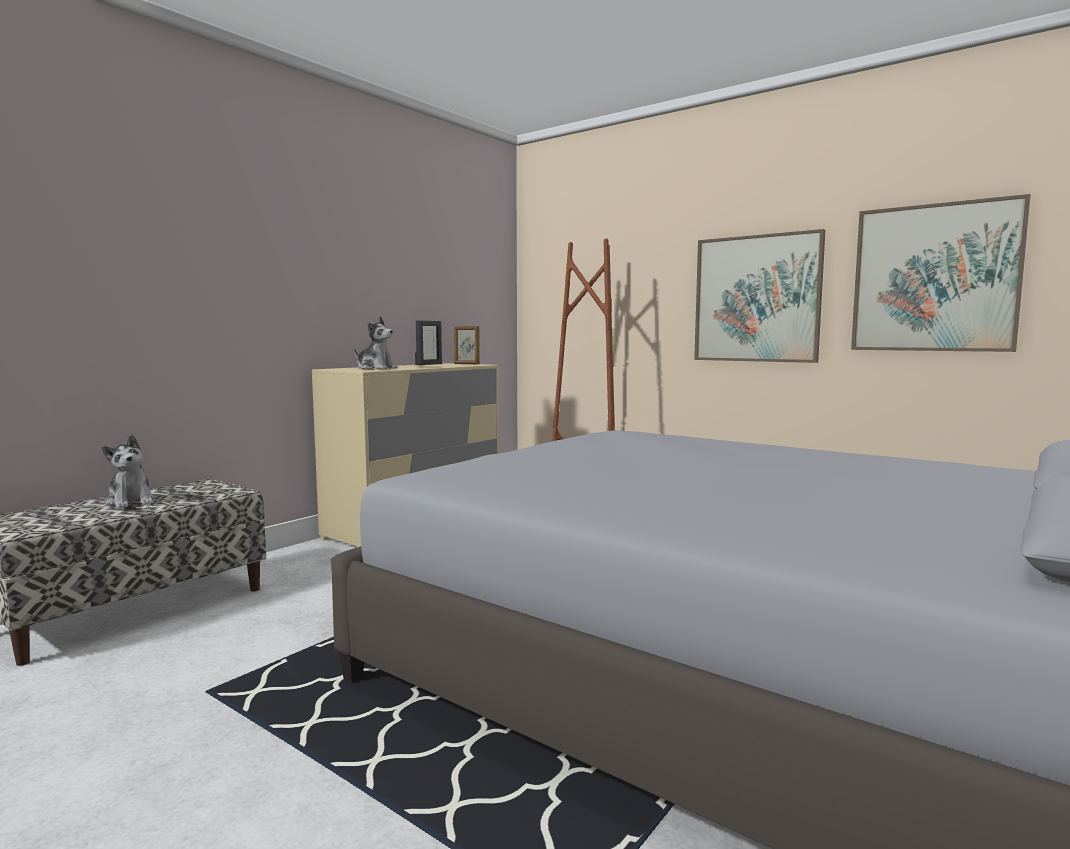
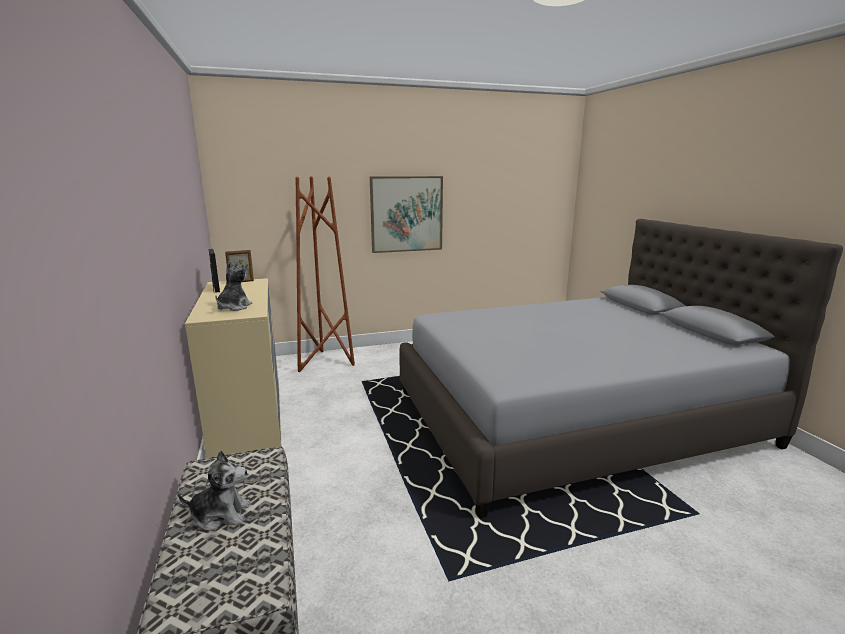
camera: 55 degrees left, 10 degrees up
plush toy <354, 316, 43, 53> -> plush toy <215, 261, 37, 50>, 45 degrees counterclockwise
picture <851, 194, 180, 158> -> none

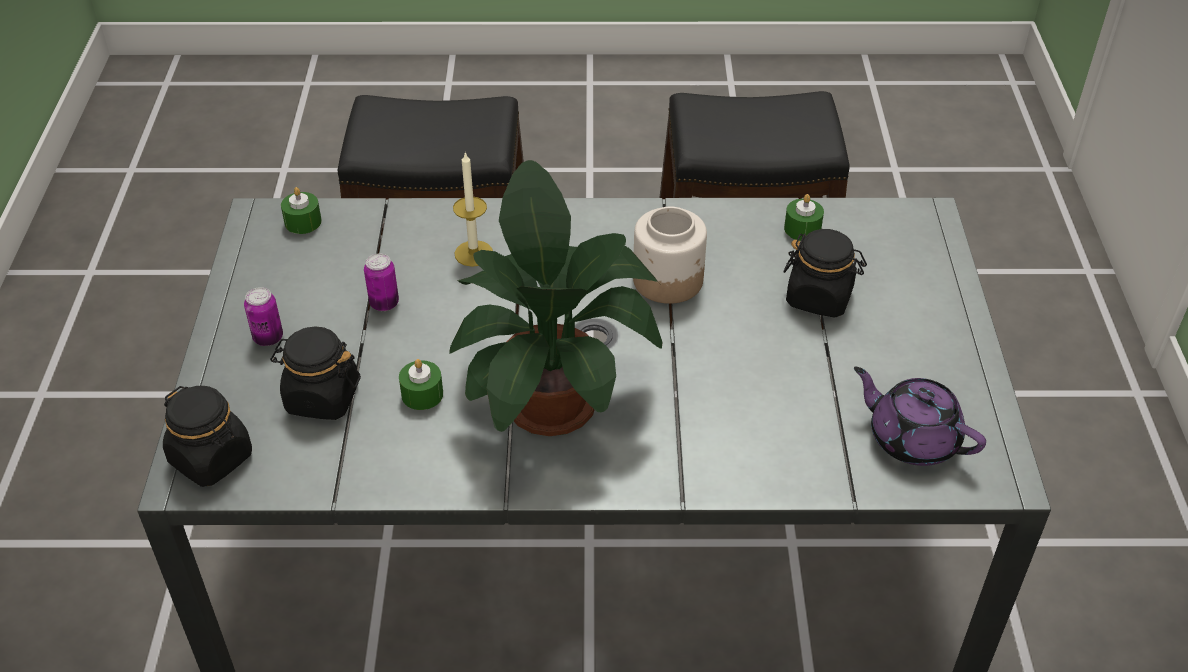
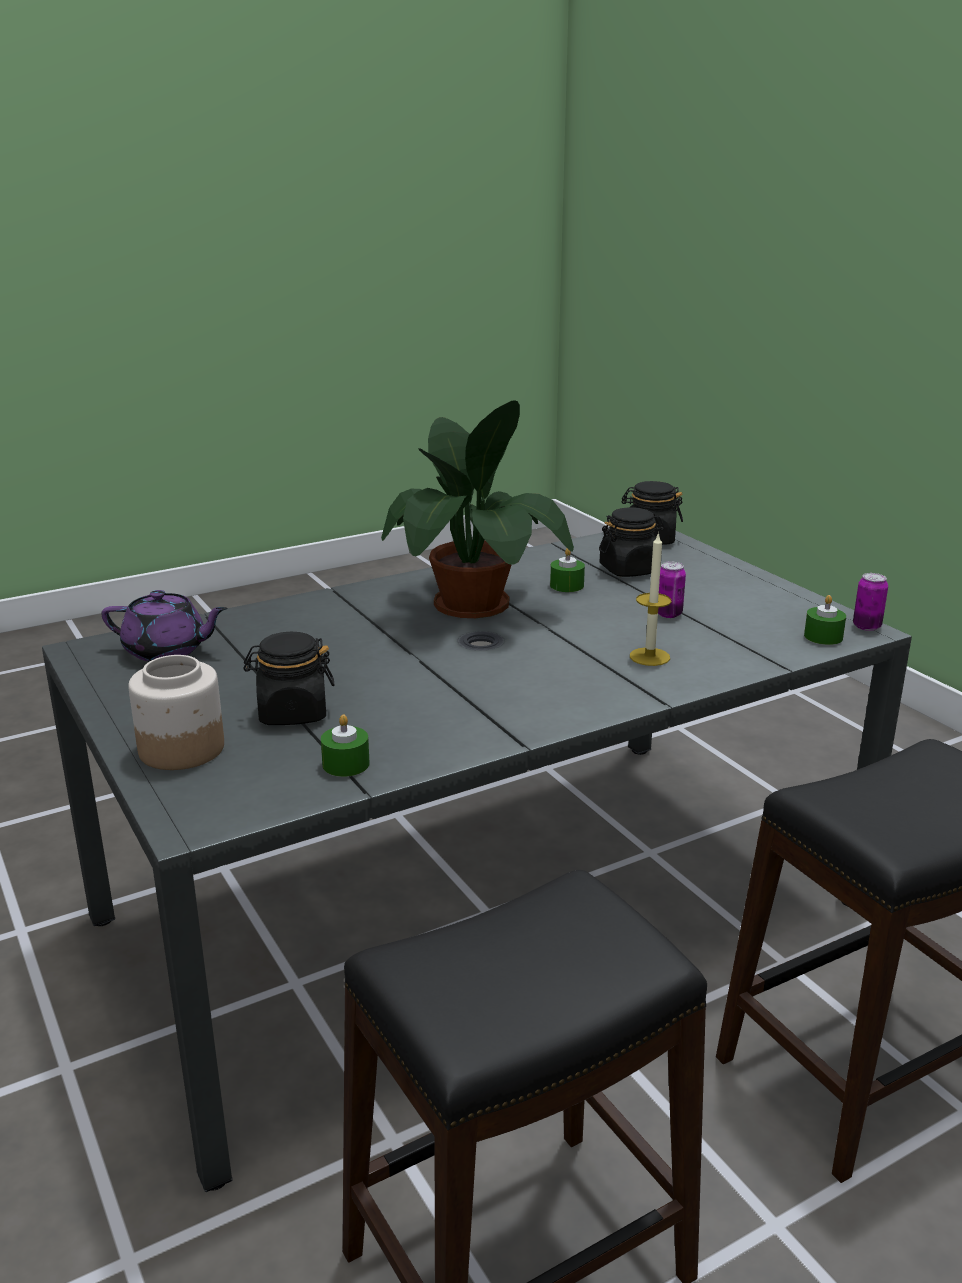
camera: 150 degrees right, 20 degrees down
can <244, 287, 39, 59> -> can <853, 573, 35, 58>, relocated
jar <633, 206, 74, 98> -> jar <128, 655, 96, 115>, relocated

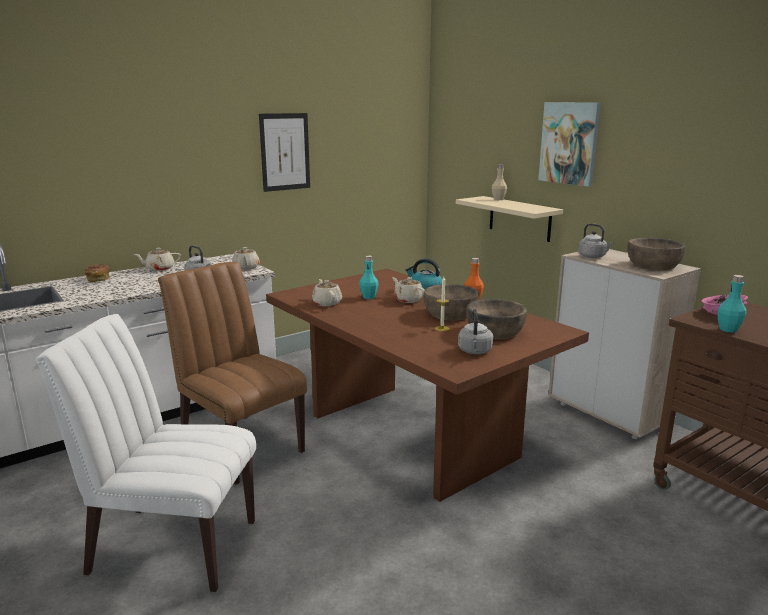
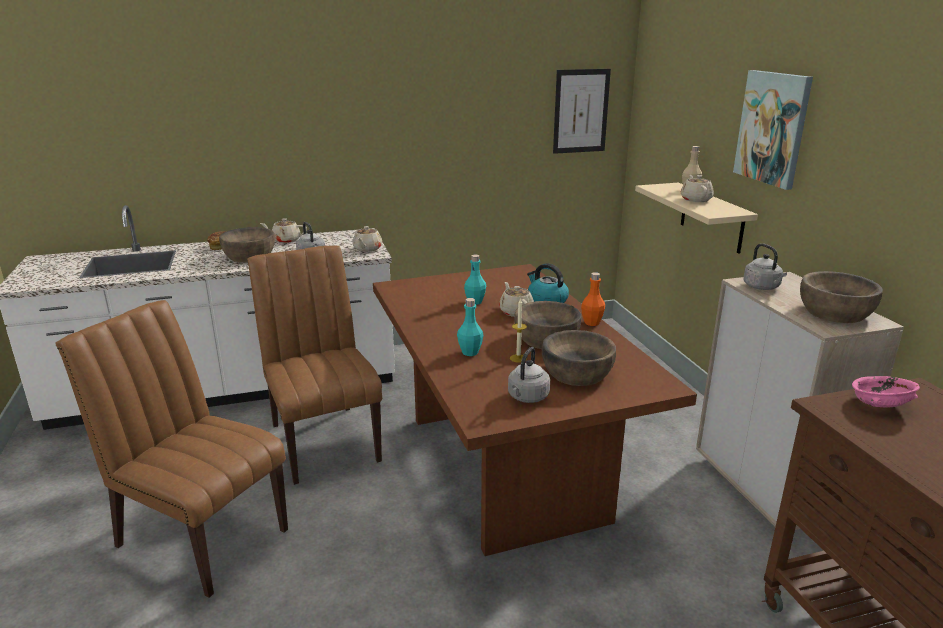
camera: 20 degrees right, 5 degrees up
white chair <36, 314, 220, 278> -> brown chair <56, 300, 232, 298>
picture <259, 113, 51, 79> -> picture <553, 69, 58, 85>, relocated
beige teapot <312, 279, 30, 27> -> beige teapot <681, 175, 33, 27>, relocated
turquoise bottle <718, 275, 28, 58> -> turquoise bottle <457, 298, 27, 58>, relocated
none -> brown bowl <219, 227, 56, 35>

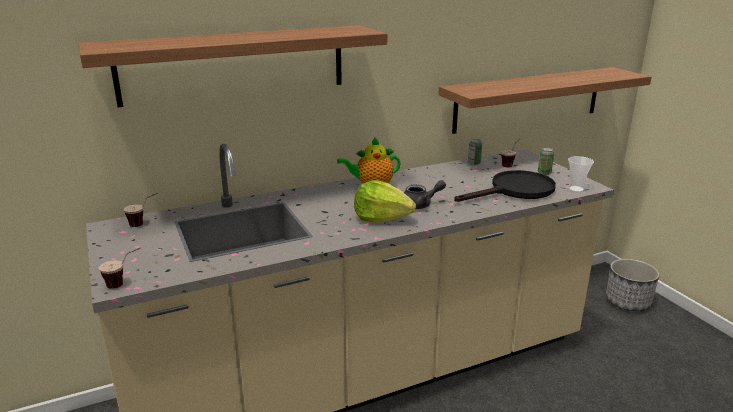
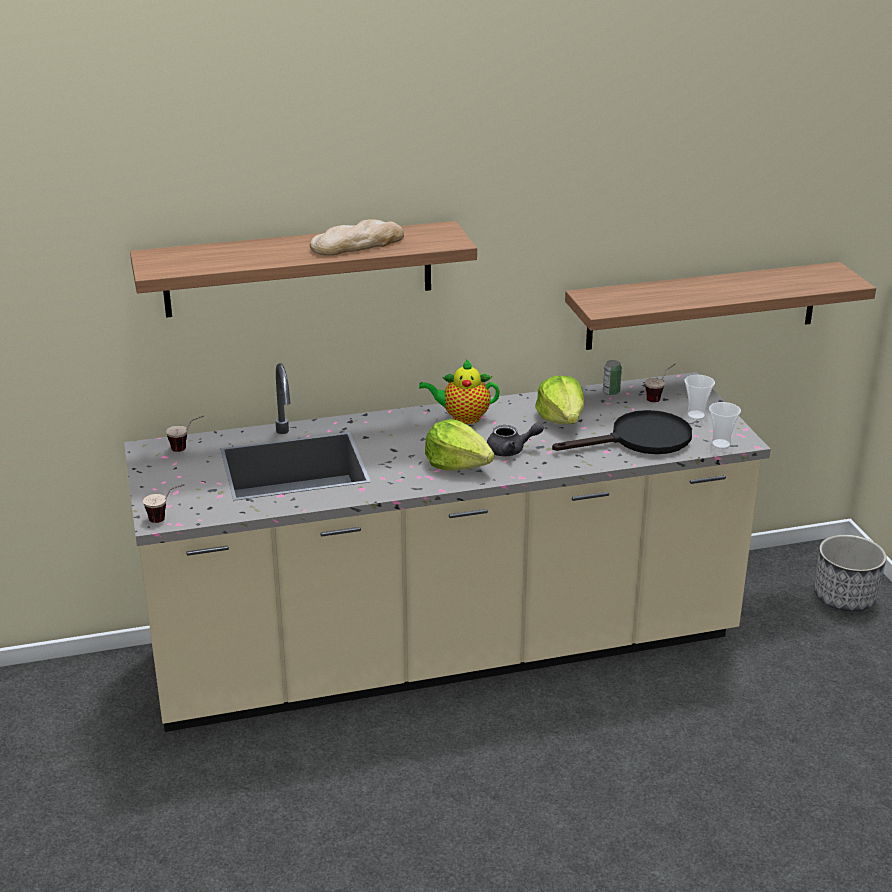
camera: 10 degrees right, 5 degrees up
can <538, 148, 16, 27> -> cup <685, 375, 30, 45>
none -> bread <310, 219, 94, 37>
none -> lettuce <535, 376, 50, 48>

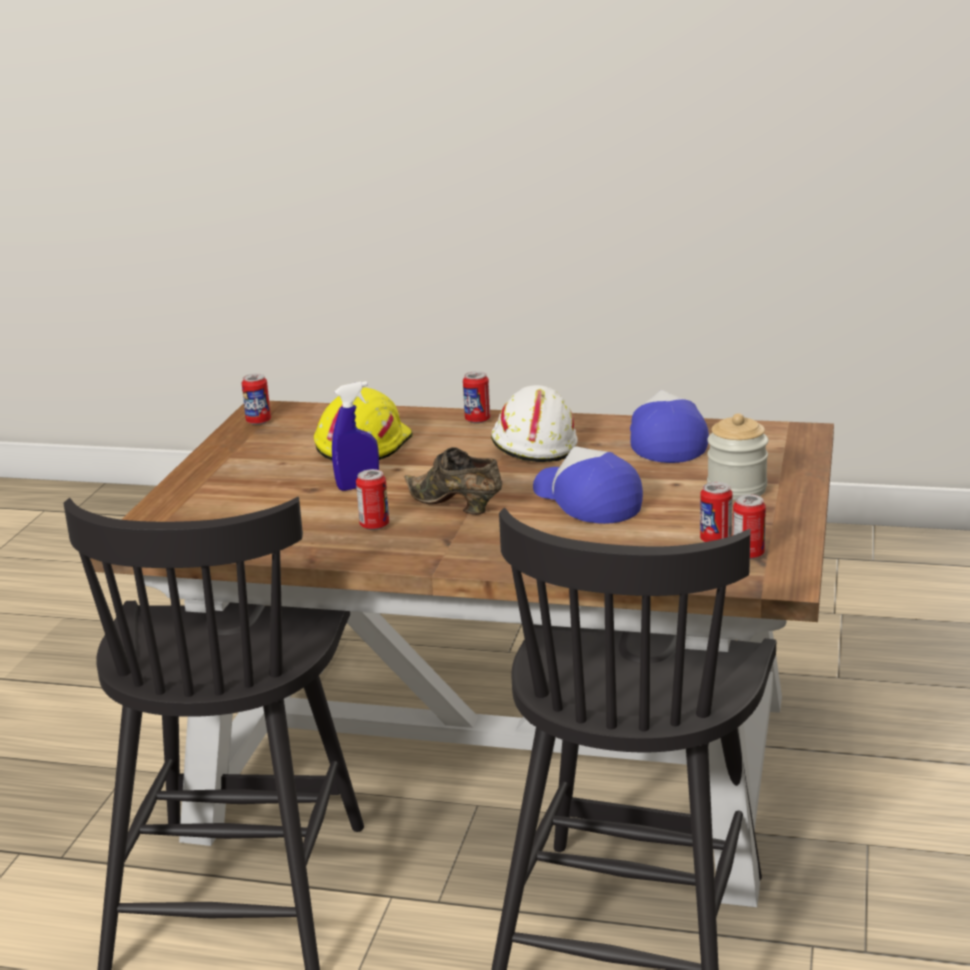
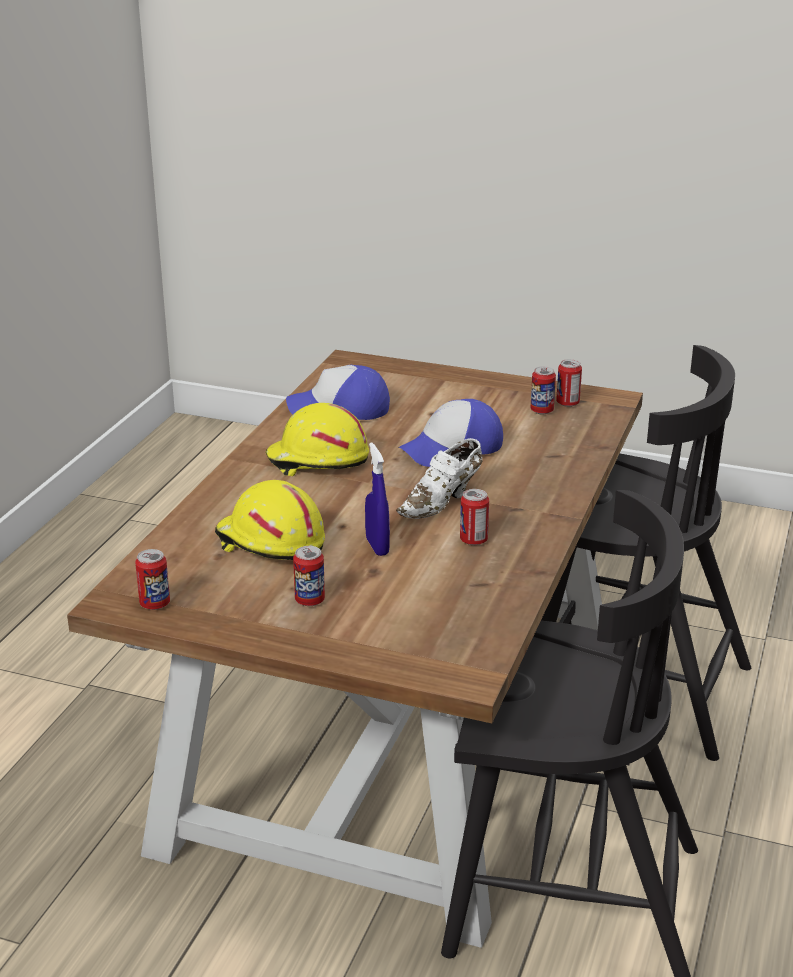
camera: 85 degrees left, 5 degrees up
brown shoe <404, 447, 98, 68> -> white shoe <396, 438, 86, 81>
can <463, 371, 27, 53> -> can <293, 546, 32, 60>, relocated
white hard hat <491, 385, 87, 77> -> yellow hard hat <265, 403, 104, 73>
jar <707, 413, 62, 87> -> none

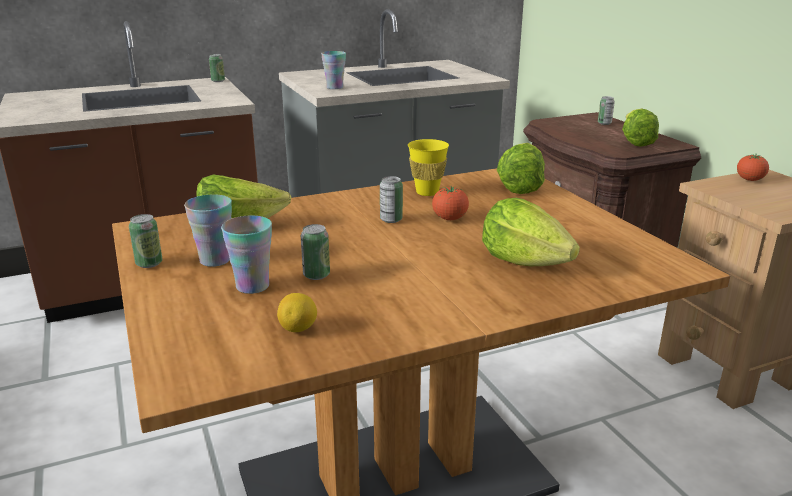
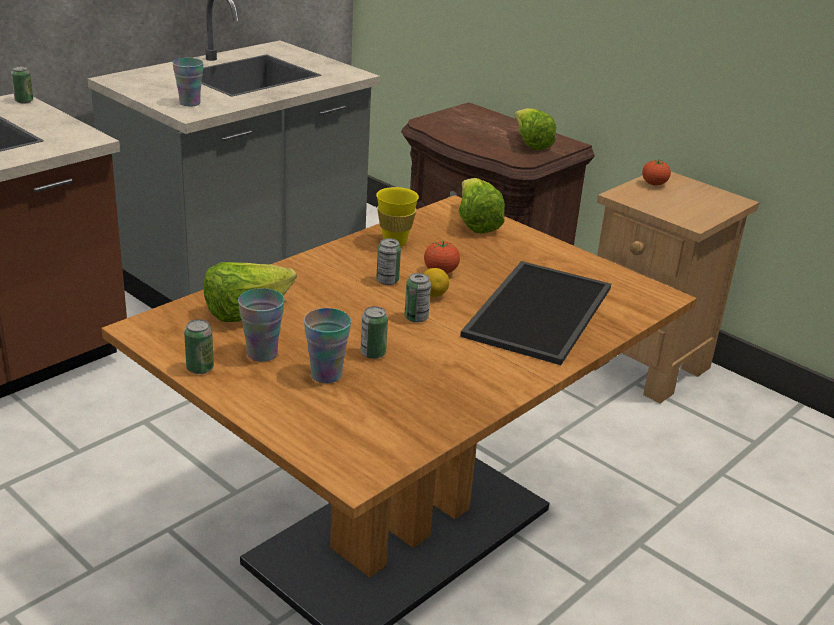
camera: 25 degrees left, 5 degrees up
lemon <277, 293, 40, 39> -> lemon <423, 268, 26, 29>, relocated
lettuce <482, 198, 98, 68> -> tray <460, 261, 151, 104>
can <598, 96, 17, 29> -> can <404, 273, 27, 50>, relocated

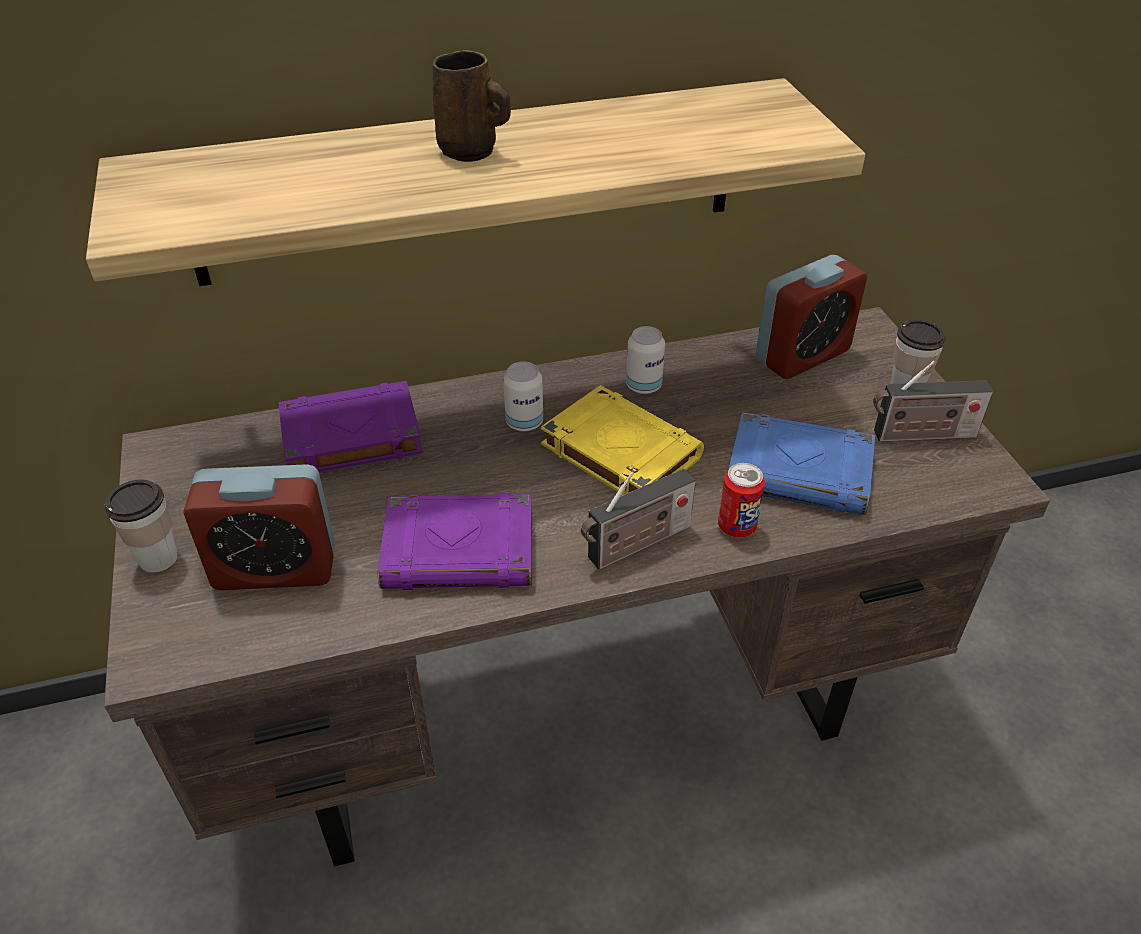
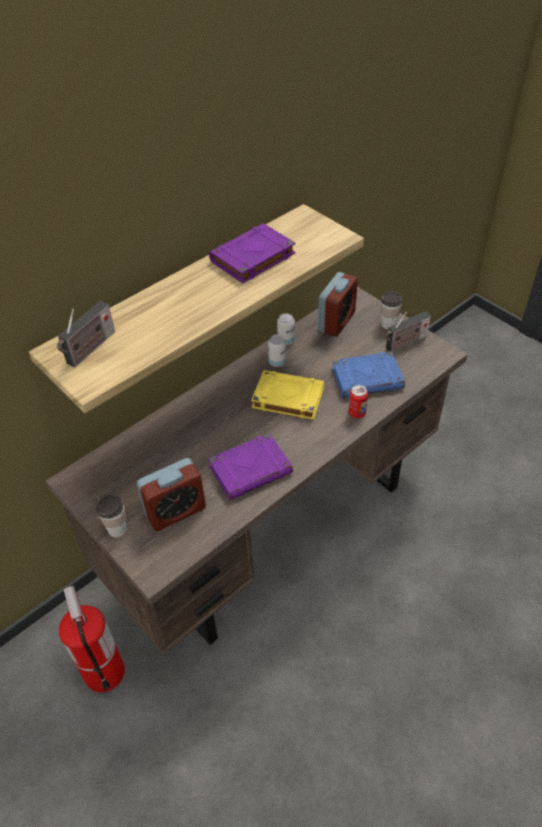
camera: 25 degrees left, 5 degrees up
purple book <278, 381, 145, 91> -> purple book <209, 223, 87, 60>, relocated
brown mug <433, 50, 78, 112> -> none
can <503, 362, 40, 70> -> can <277, 313, 18, 32>, relocated
radio <581, 469, 115, 101> -> radio <57, 301, 58, 66>, relocated
none -> fire extinguisher <59, 586, 66, 106>

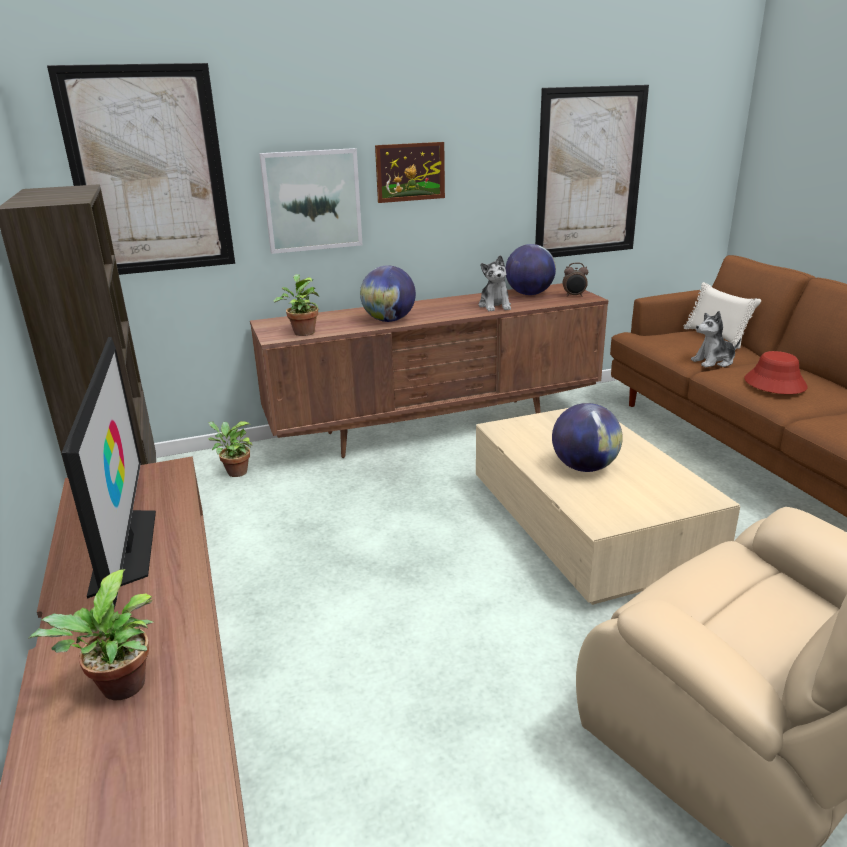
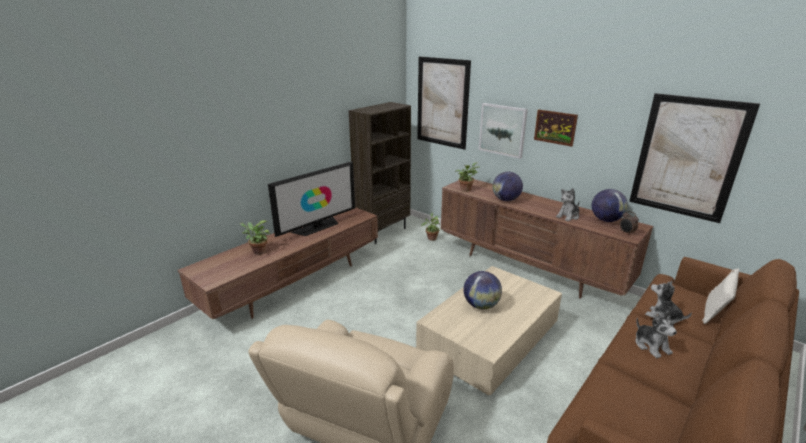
camera: 60 degrees right, 0 degrees up
red hat <744, 351, 64, 43> -> plush toy <635, 311, 42, 47>

